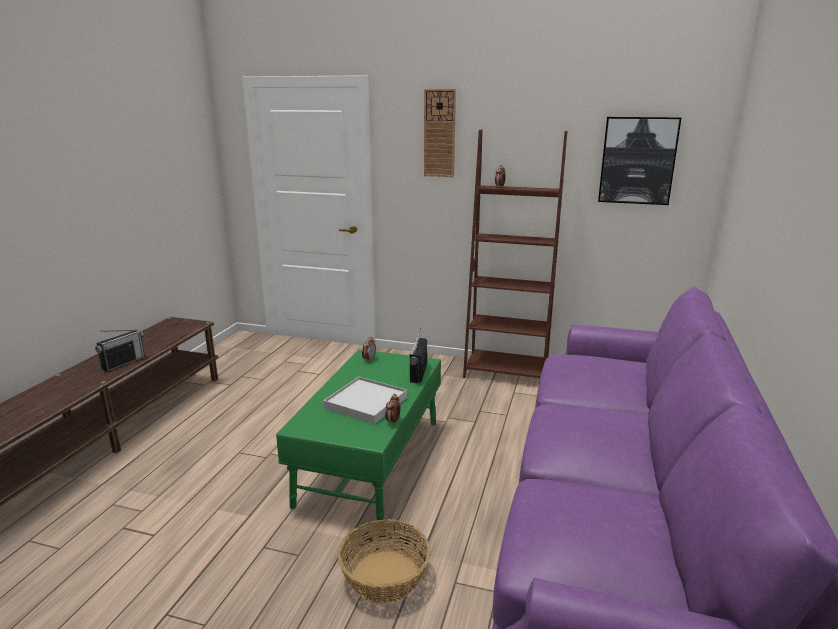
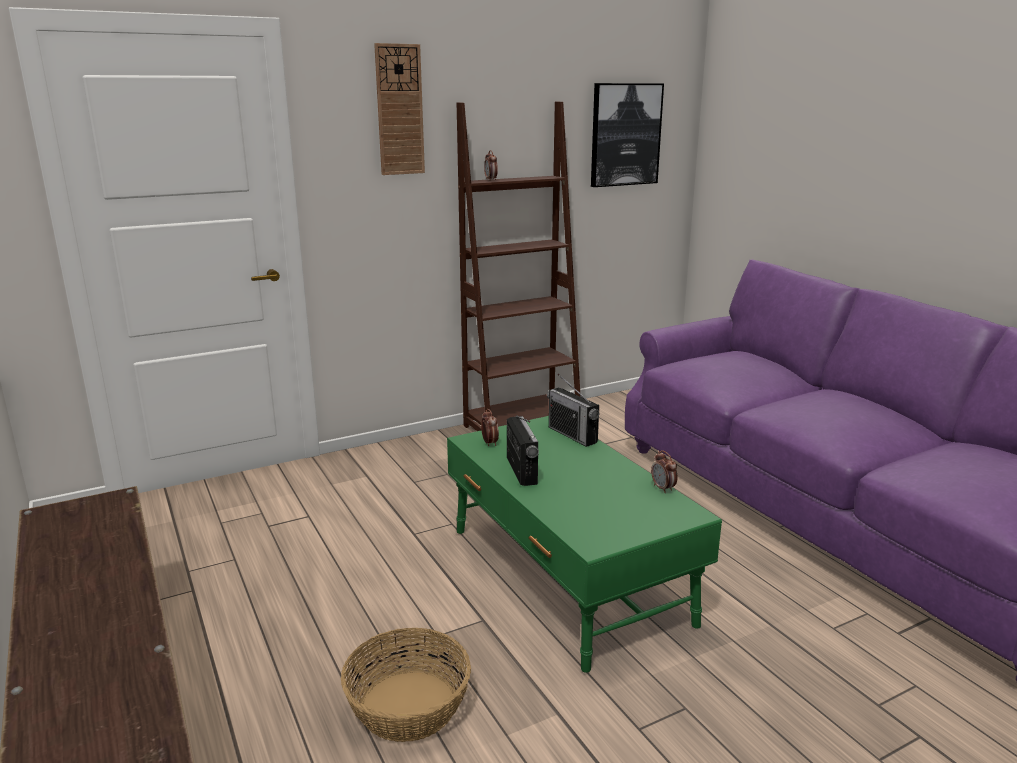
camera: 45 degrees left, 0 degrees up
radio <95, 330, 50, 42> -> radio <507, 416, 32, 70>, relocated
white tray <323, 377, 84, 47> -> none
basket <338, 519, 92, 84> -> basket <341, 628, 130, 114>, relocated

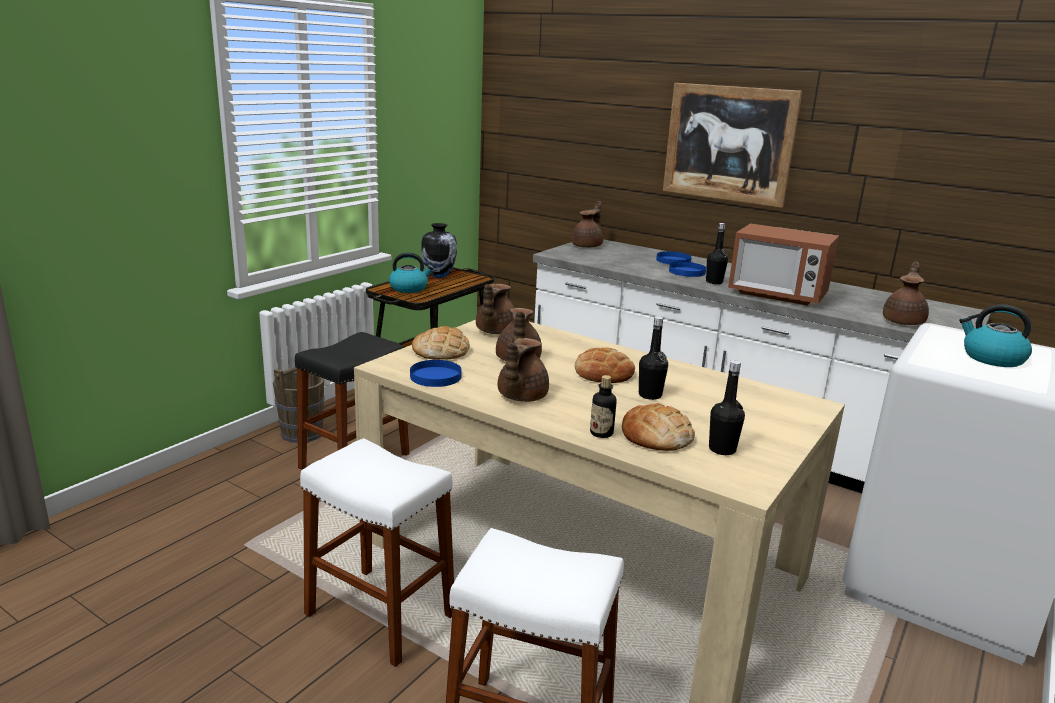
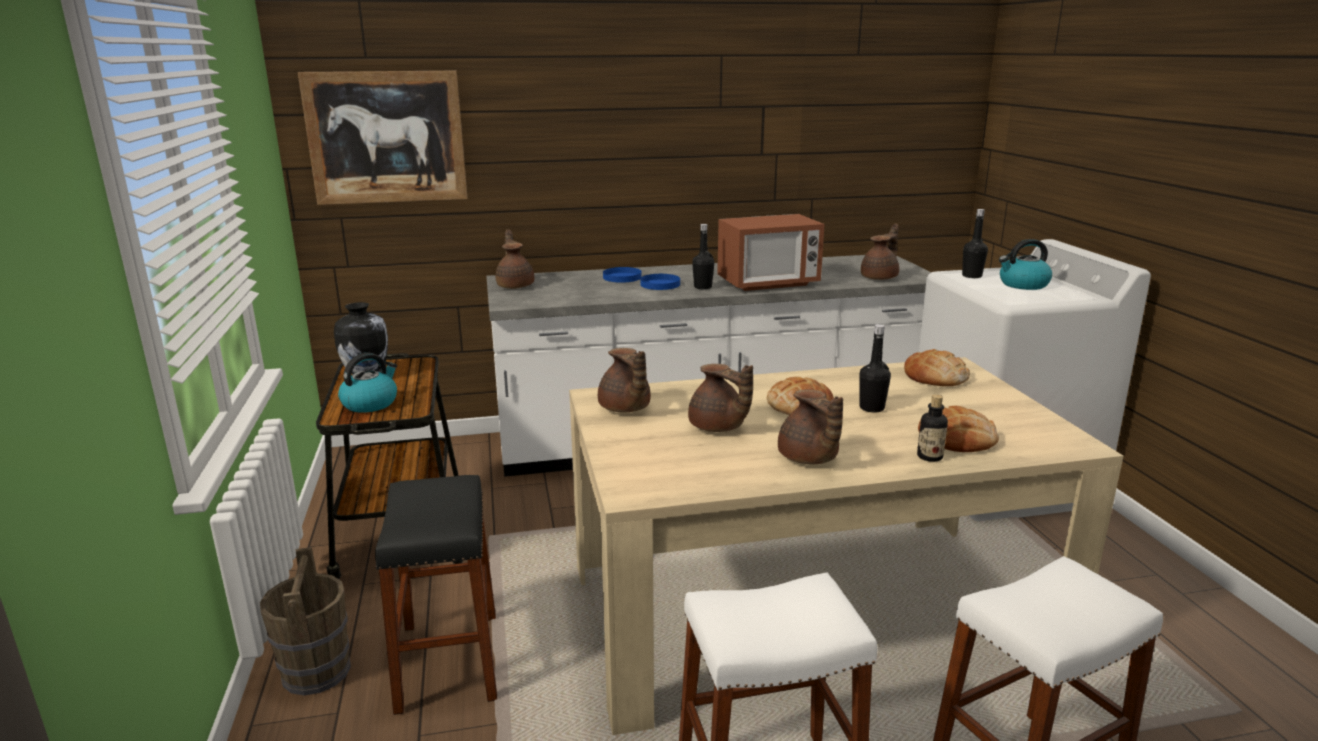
camera: 45 degrees left, 0 degrees up
blue plate <410, 360, 52, 27> -> none
bread <412, 326, 58, 34> -> bread <904, 349, 66, 37>, relocated
picture <663, 83, 139, 125> -> picture <298, 71, 170, 134>, relocated
black bottle <709, 360, 36, 95> -> black bottle <962, 209, 26, 69>, relocated
brown teapot <883, 261, 46, 64> -> brown teapot <861, 223, 38, 57>, 60 degrees clockwise

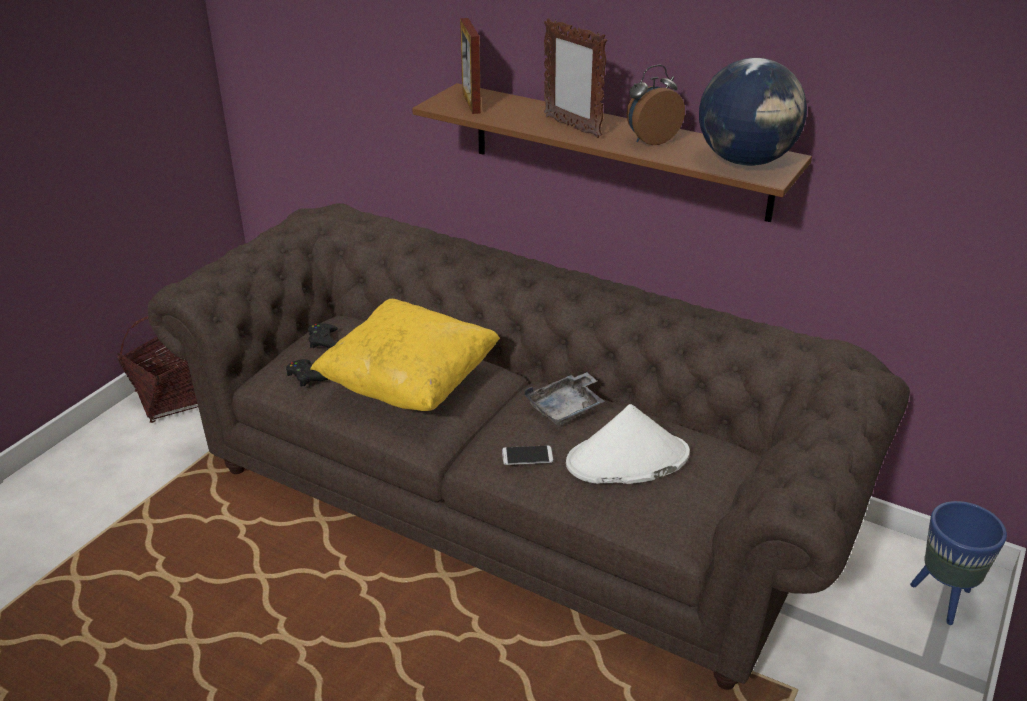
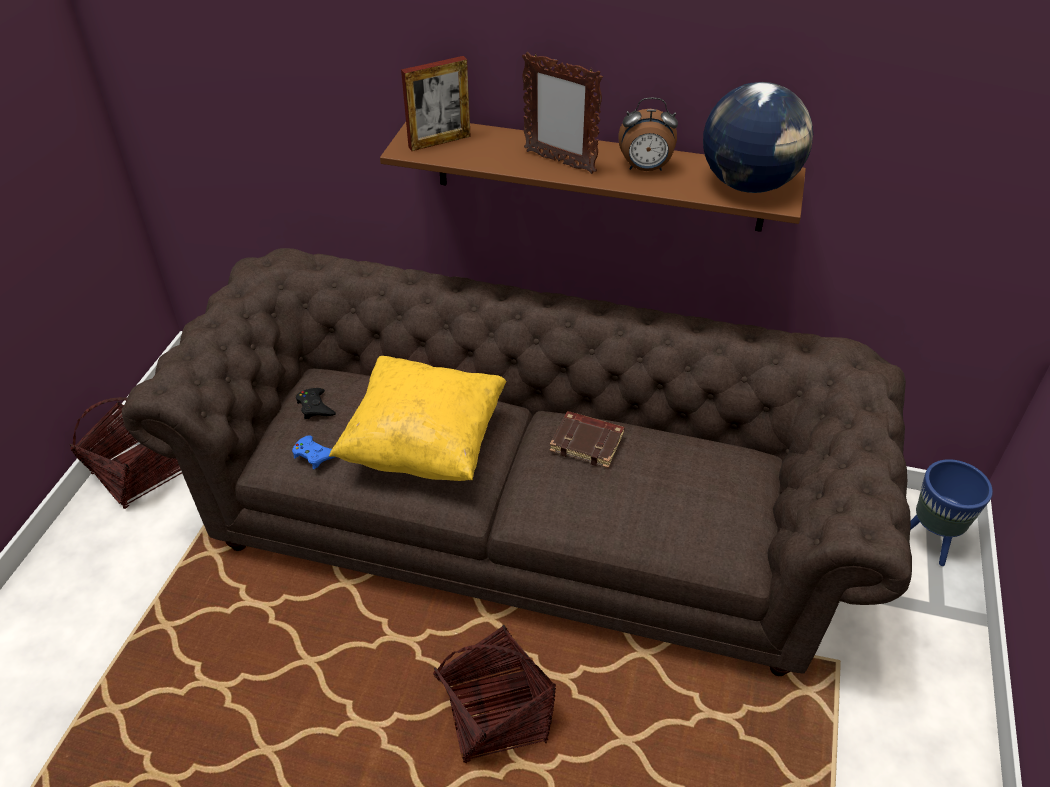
camera: 15 degrees left, 10 degrees up
black game controller <286, 359, 43, 28> -> blue game controller <292, 435, 43, 34>
picture frame <460, 18, 21, 96> -> picture frame <401, 56, 70, 95>, 90 degrees counterclockwise
phone <502, 445, 51, 20> -> none
grey tray <525, 372, 80, 54> -> brown book <549, 411, 76, 57>
white hat <566, 404, 124, 80> -> none
alarm clock <626, 65, 59, 80> -> alarm clock <618, 97, 60, 74>, 135 degrees counterclockwise
none -> basket <433, 625, 123, 138>

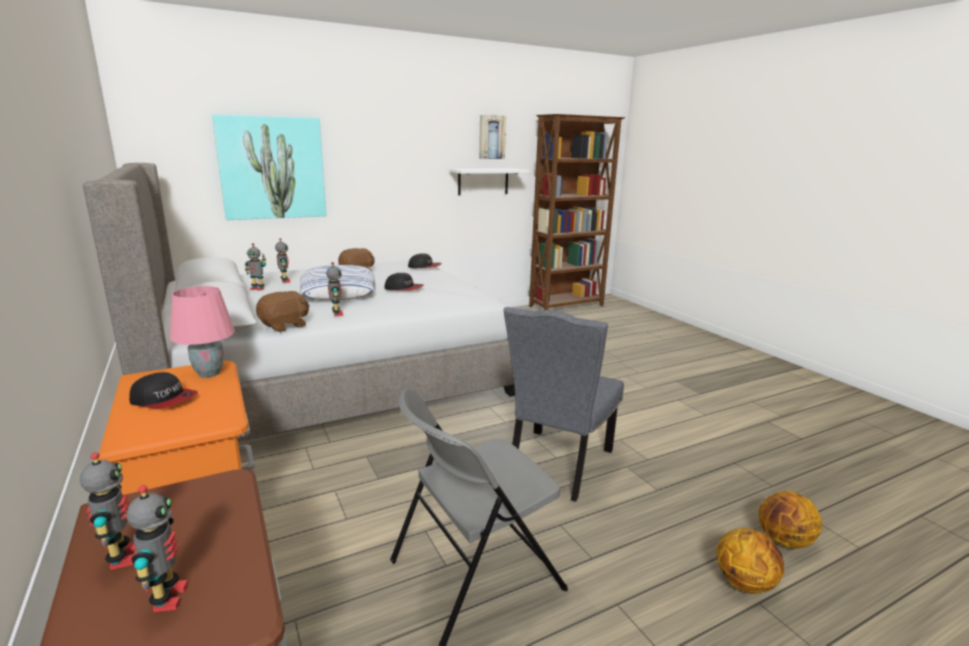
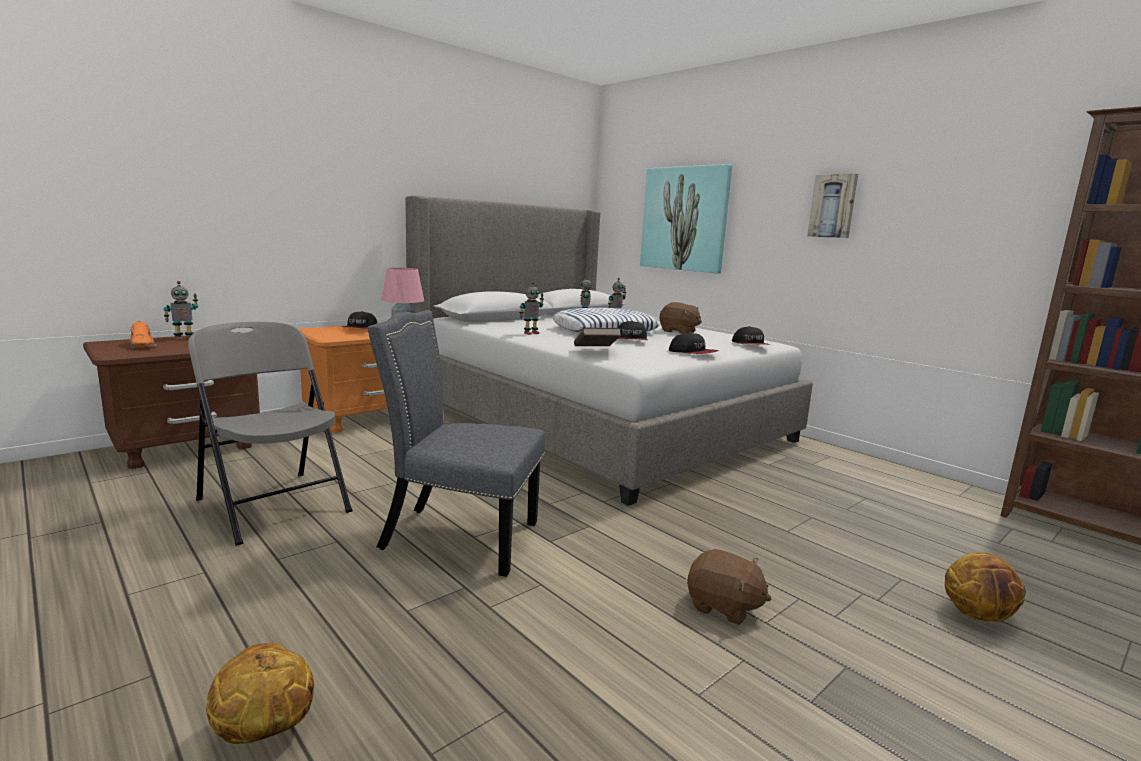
camera: 75 degrees right, 5 degrees down
toy robot <126, 485, 62, 127> -> orange shoe <130, 321, 27, 27>
brown plush toy <256, 291, 54, 41> -> brown plush toy <687, 549, 84, 76>, relocated
white shelf <449, 168, 81, 27> -> none
picture <479, 115, 27, 44> -> picture <807, 174, 51, 64>, relocated
basketball <716, 528, 68, 66> -> basketball <945, 552, 81, 70>, relocated
none -> brown book <574, 328, 47, 18>
none -> cap <669, 332, 50, 22>

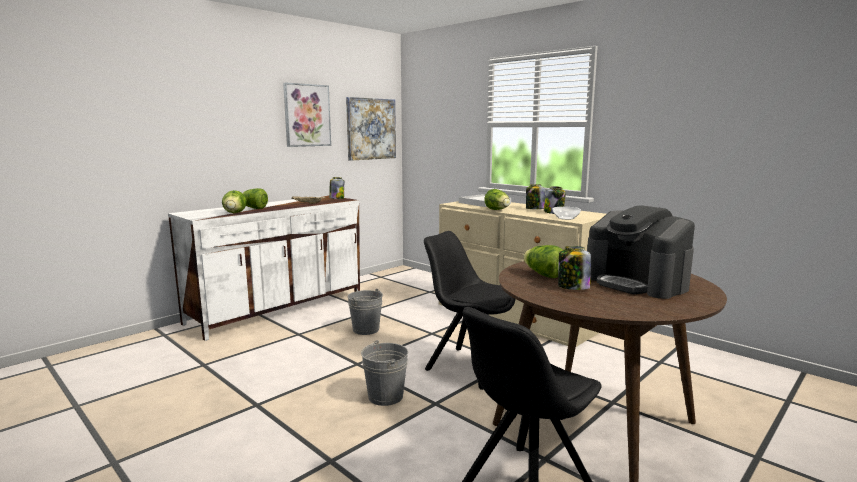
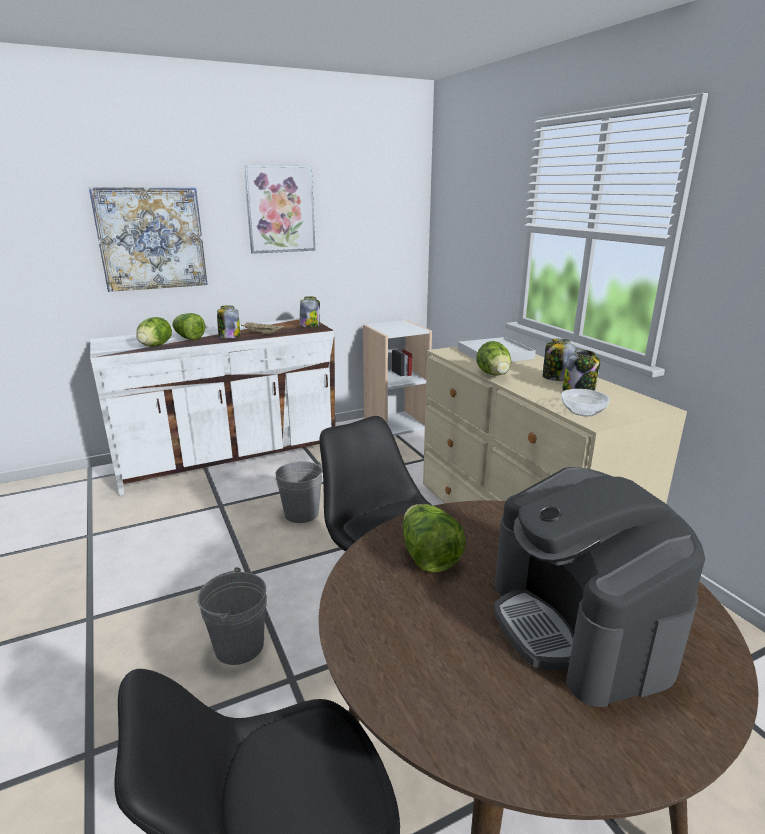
camera: 20 degrees right, 10 degrees up
picture <346, 97, 50, 64> -> picture <89, 187, 119, 105>, relocated
jar <558, 246, 33, 44> -> jar <217, 306, 23, 33>, relocated
none -> bookcase <363, 320, 69, 116>

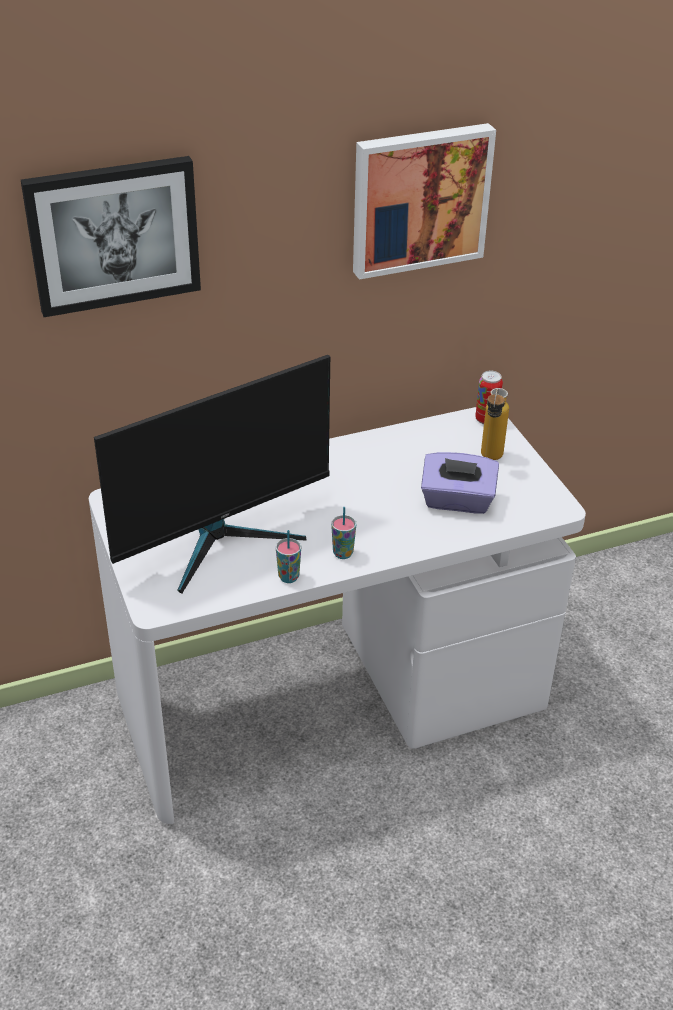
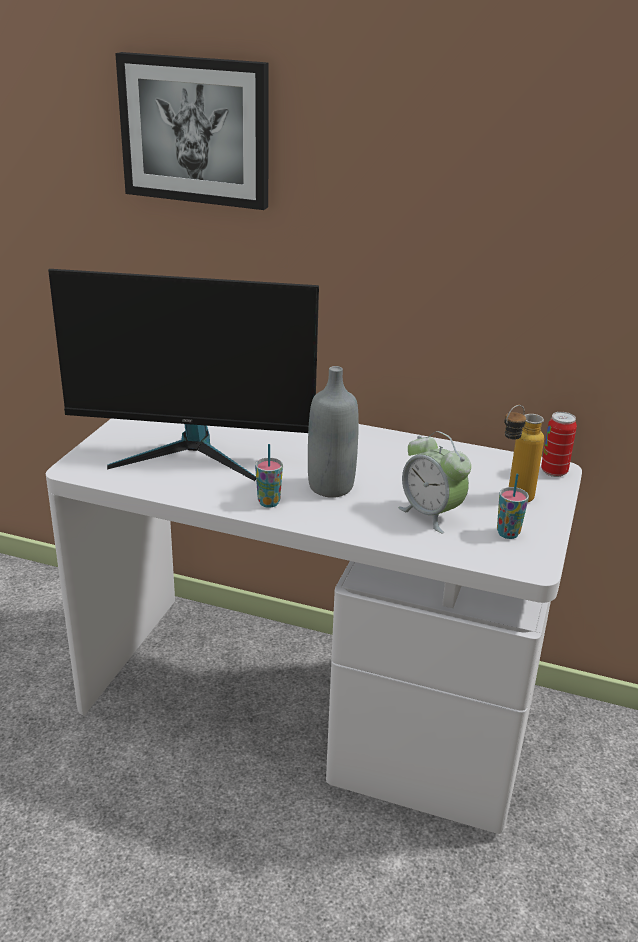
camera: 40 degrees right, 10 degrees down
cup <276, 530, 25, 53> -> cup <497, 473, 32, 66>, relocated
picture <353, 123, 143, 157> -> none
purple tissue box <421, 452, 78, 62> -> alarm clock <398, 431, 73, 103>
none -> grey bottle <308, 366, 51, 132>

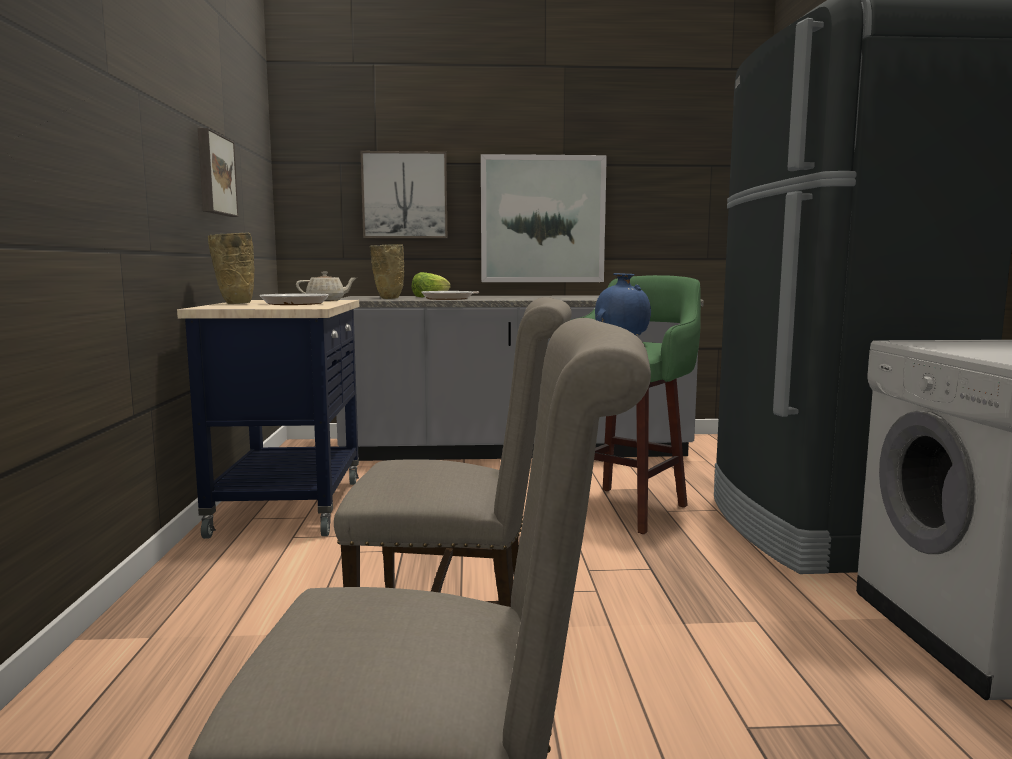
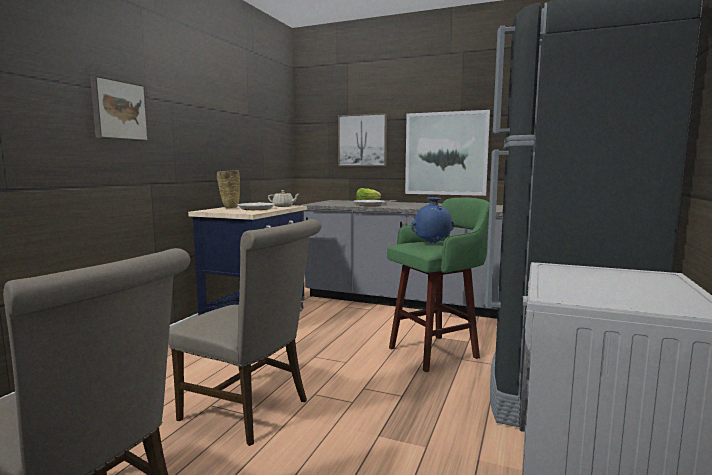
camera: 25 degrees right, 0 degrees up
picture <198, 128, 41, 89> -> picture <90, 75, 59, 66>, relocated
beige vase <370, 244, 34, 55> -> none

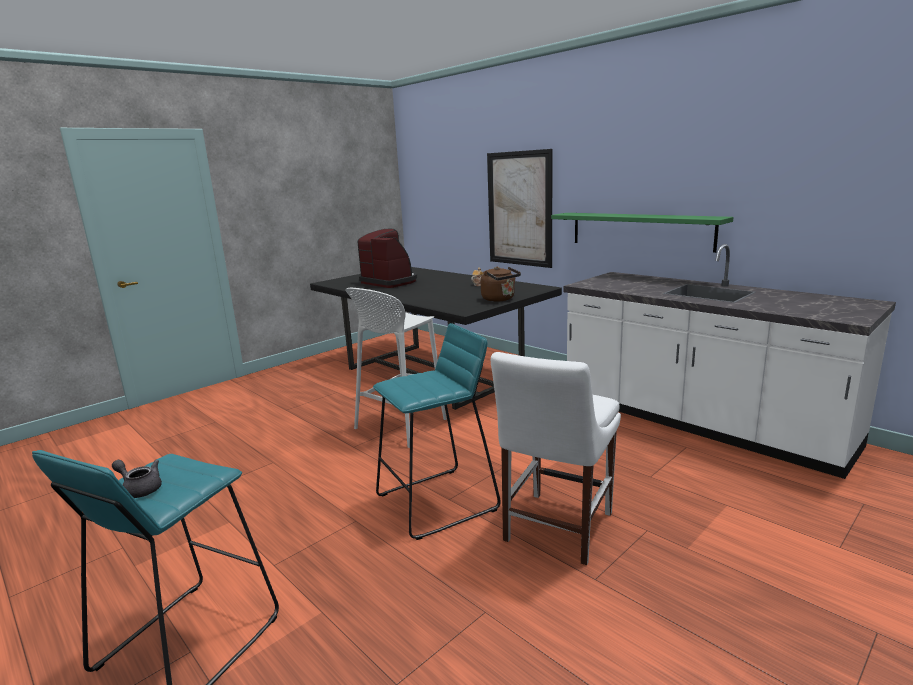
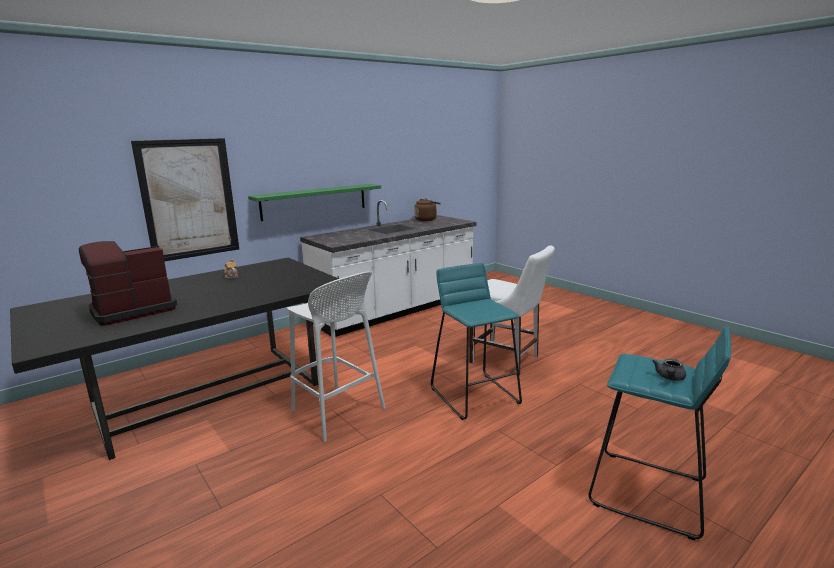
camera: 85 degrees left, 0 degrees up
brown kettle <481, 267, 40, 35> -> brown kettle <414, 199, 27, 22>, relocated

